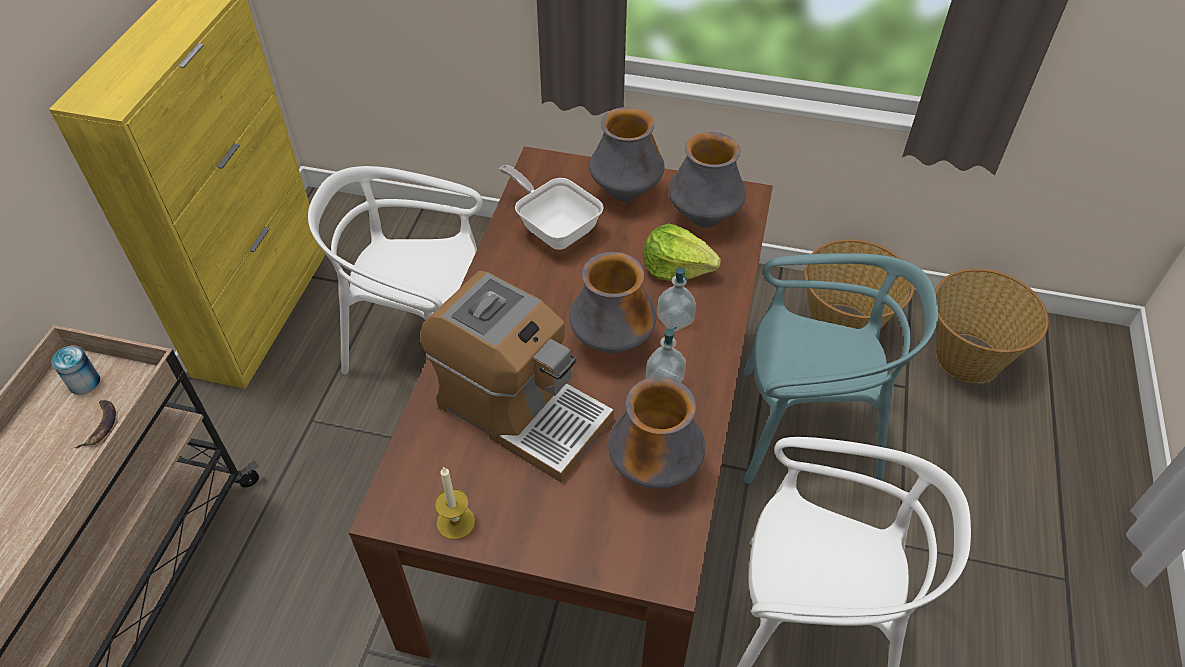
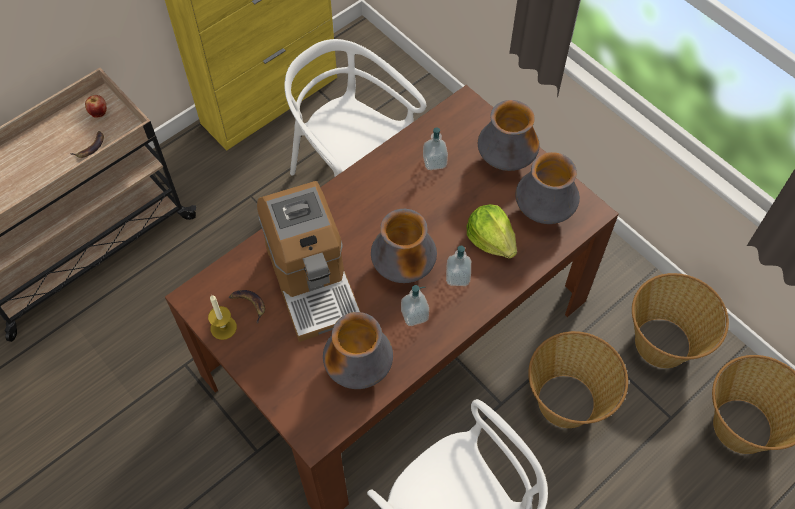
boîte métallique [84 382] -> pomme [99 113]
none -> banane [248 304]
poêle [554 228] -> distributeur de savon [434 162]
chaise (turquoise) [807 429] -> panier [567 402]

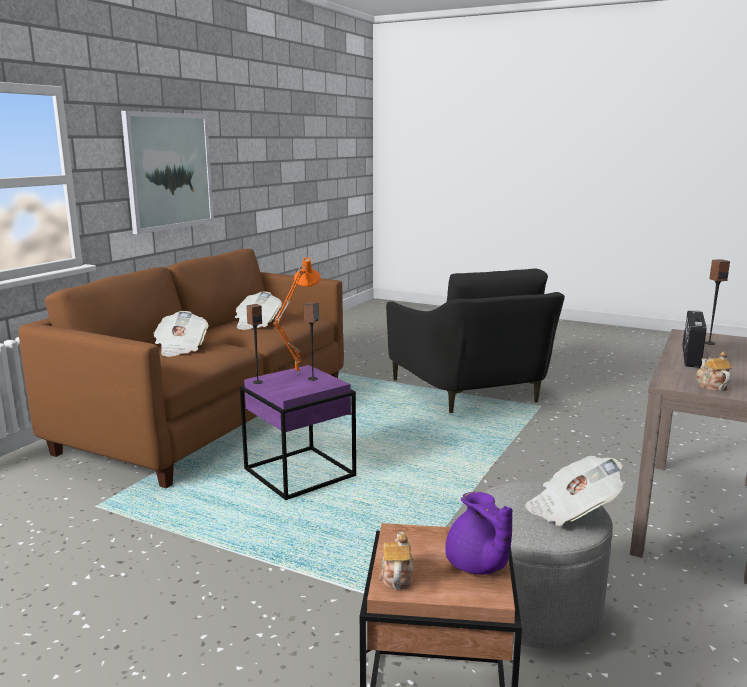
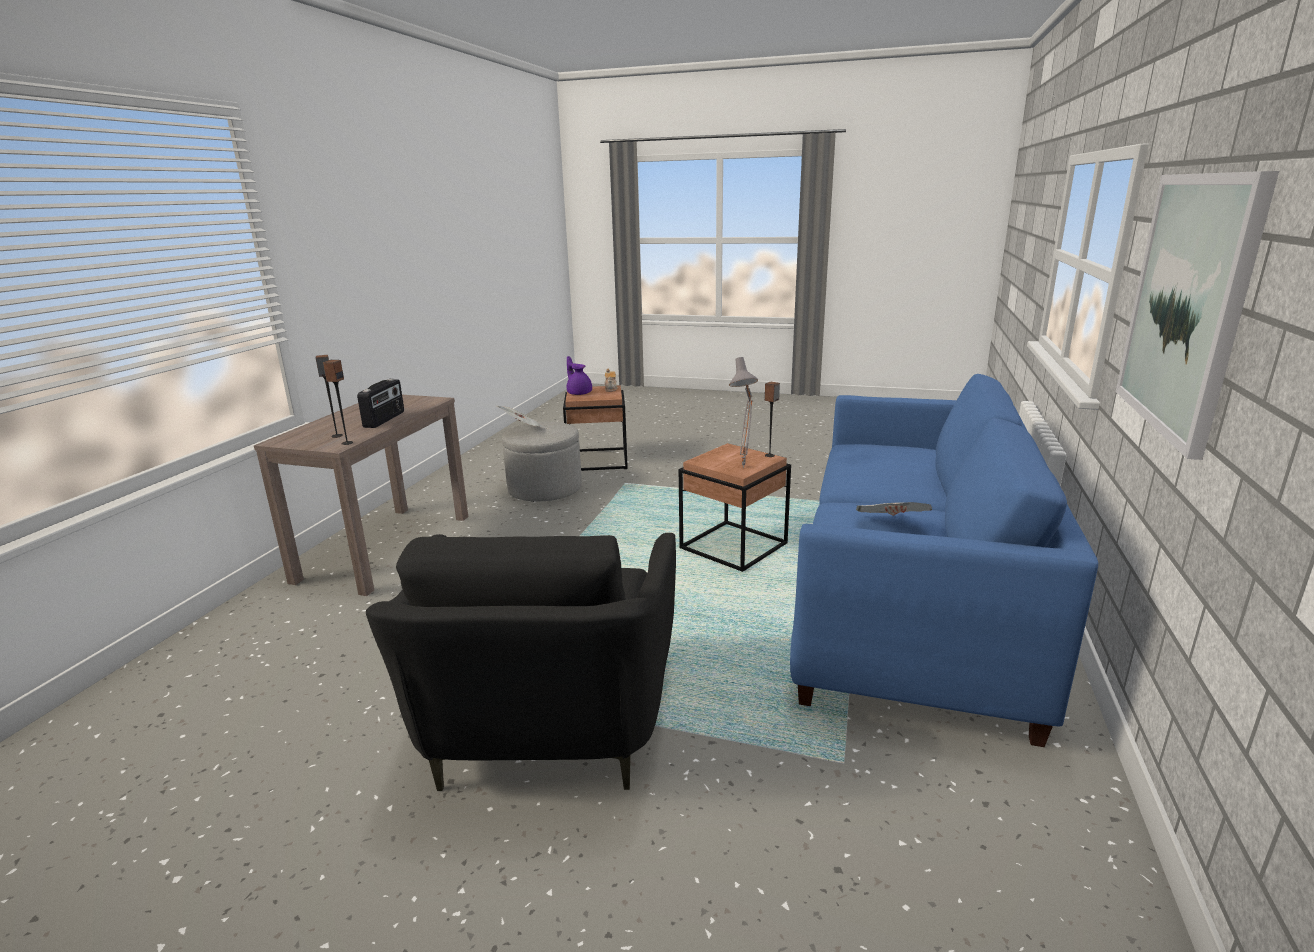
enceinte [313 379] -> enceinte [347 443], shifted
fauteuil (noir) [472 391] -> fauteuil (noir) [547 722], 150 degrees counterclockwise
table d'appoint (violet) [300 472] -> table d'appoint (marron) [733 547]
lampe de table (orange) [296 373] -> lampe de table (gris) [745 467]
canapé (marron) [211 416] -> canapé (bleu) [911 605]
journal [180 348] -> none
théière [711 386] -> none

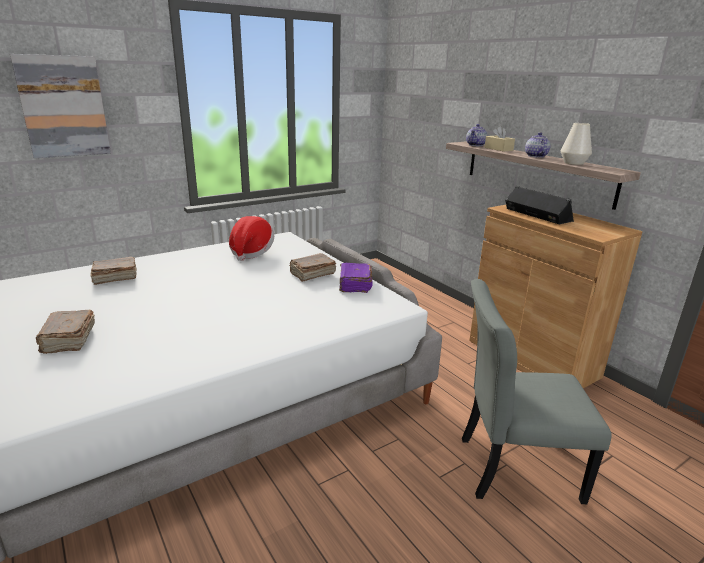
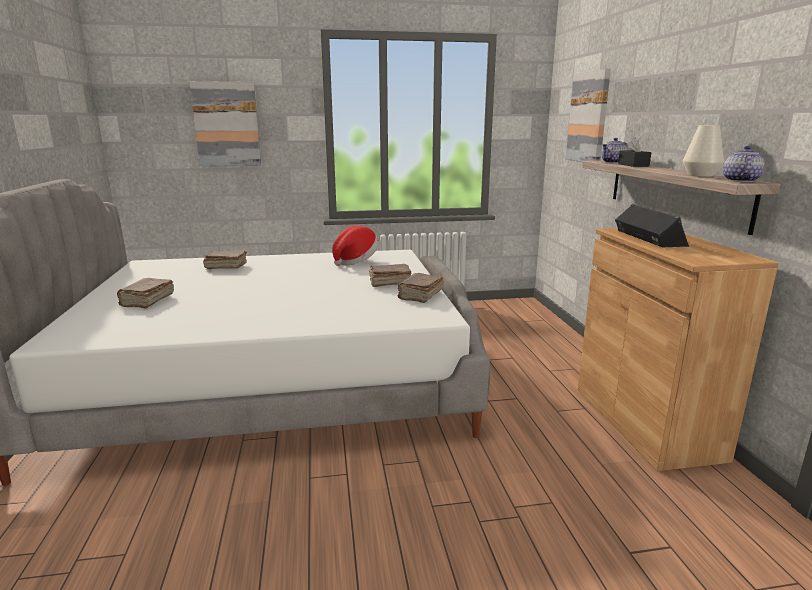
livre (violet) [354 285] -> livre (marron) [420 295]
none -> tableau [588 117]
boîte à mouchoirs (beige) [498 149] -> boîte à mouchoirs (noir) [633 165]
théière [535 156] -> théière [739 181], shifted
chaise (gris) [513 468] -> none

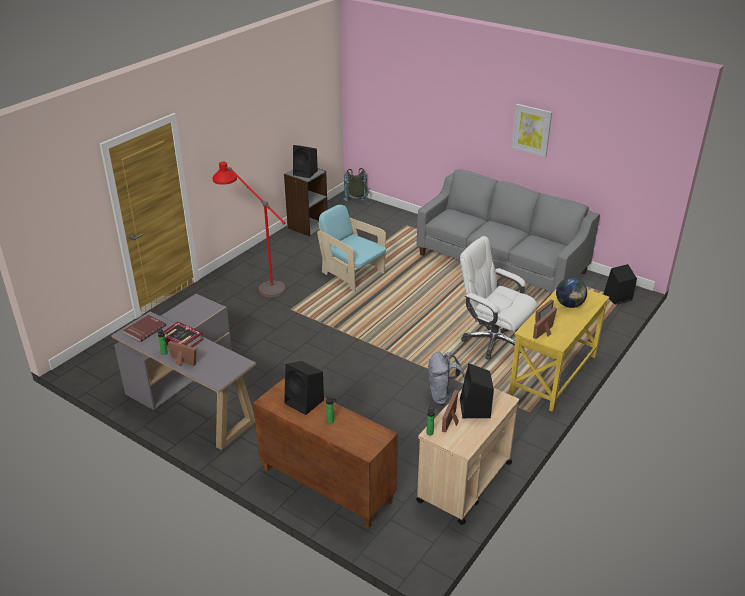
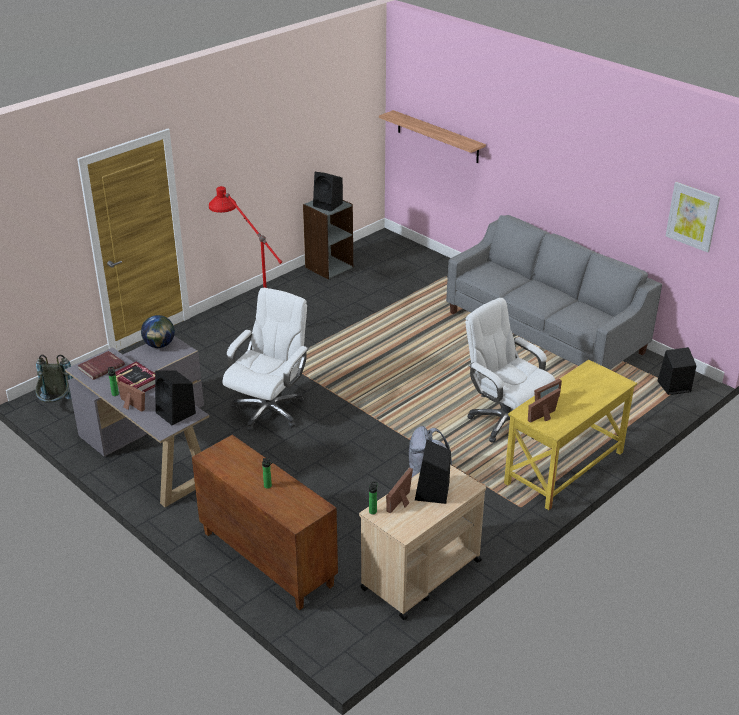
sac à dos (gris) [357 204] -> sac à dos (gris) [57 405], shifted
globe [569 305] -> globe [159 345], shifted
enceinte (noir) [305 402] -> enceinte (noir) [176 413], shifted
none -> chaise de bureau (blanc) [269 410]
none -> étagère [437 136]
tableau [531 130] -> tableau [692 216], shifted
fauteuil (turquoise) [352 274] -> none

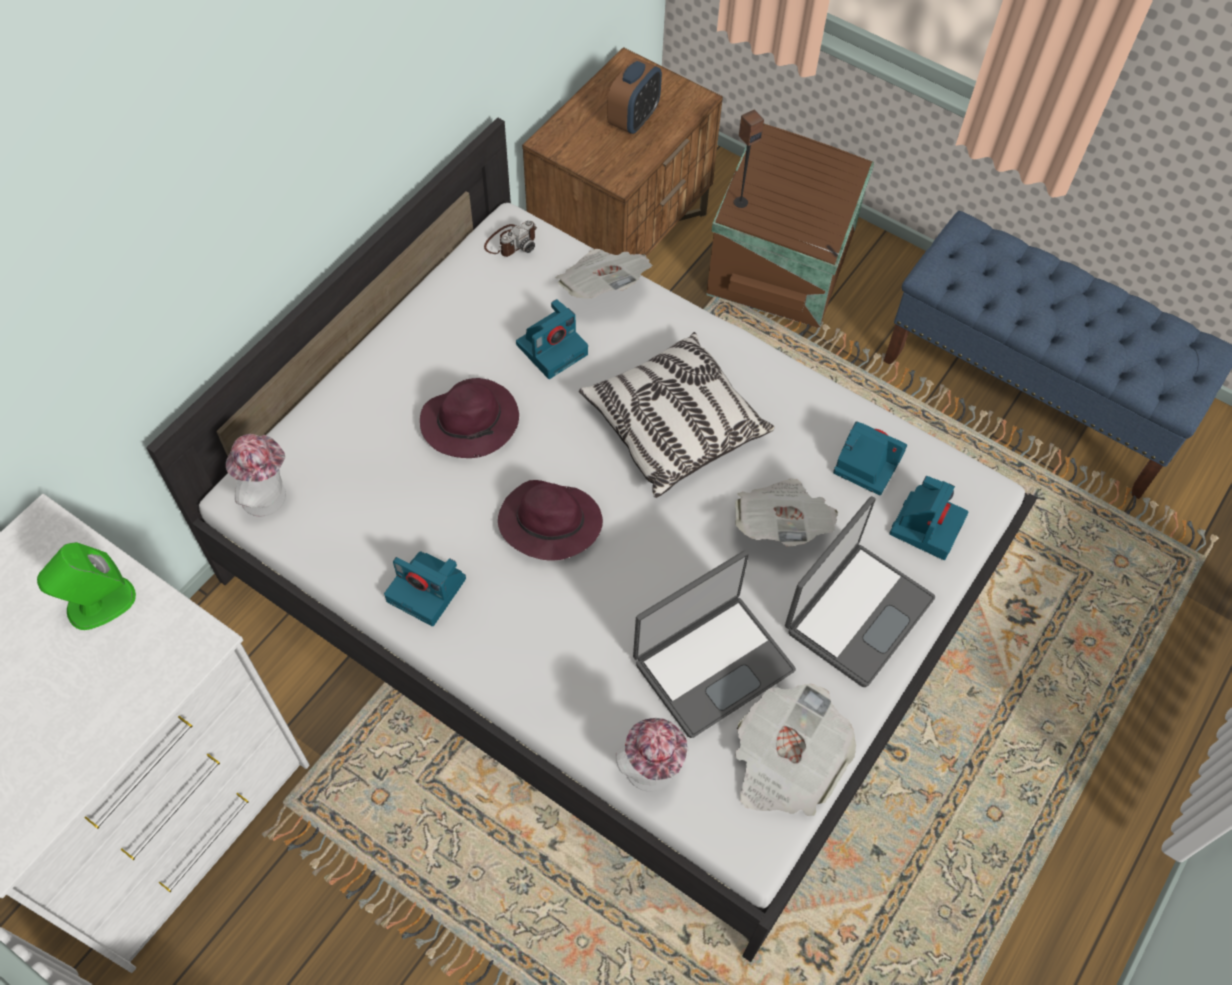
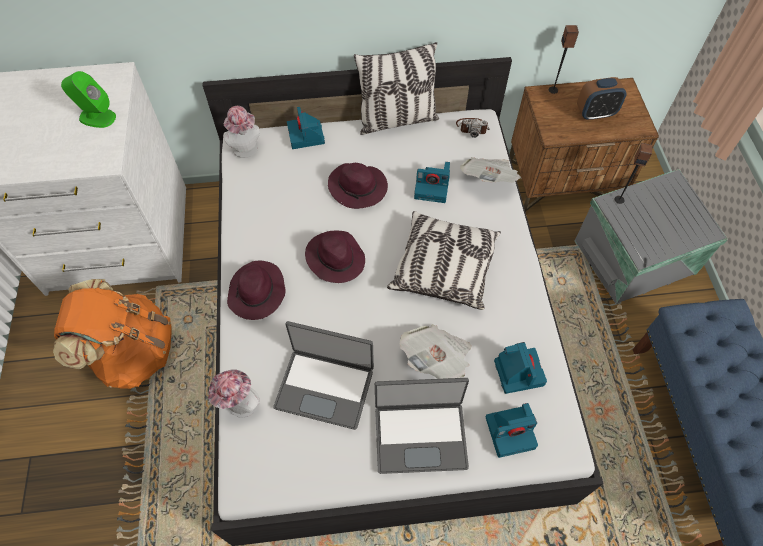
none -> sac à dos (orange) [133 352]
none -> chapeau (violet) [257 293]
appareil photo [428 590] -> appareil photo [306 136], shifted
none -> coussin [397 120]
none -> enceinte [553 90]
boîte de rangement (marron) [785 260] -> boîte de rangement (gris) [636 258]
journal [785 763] -> none

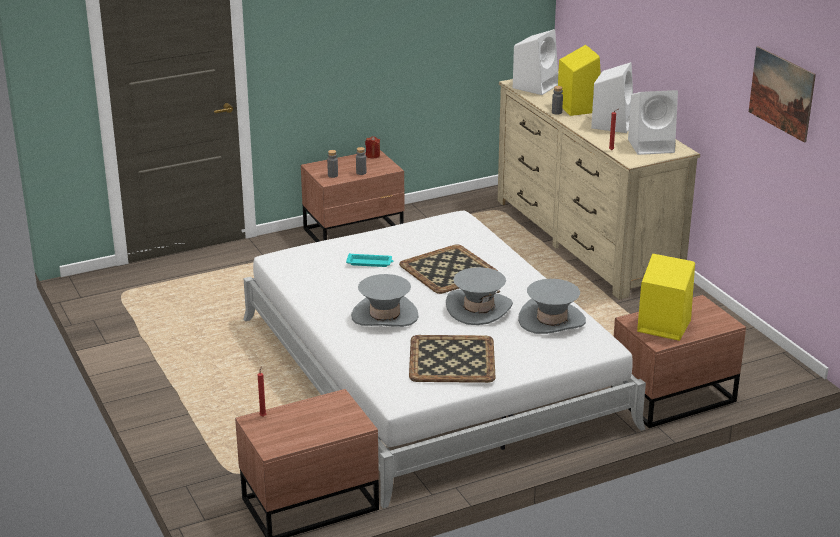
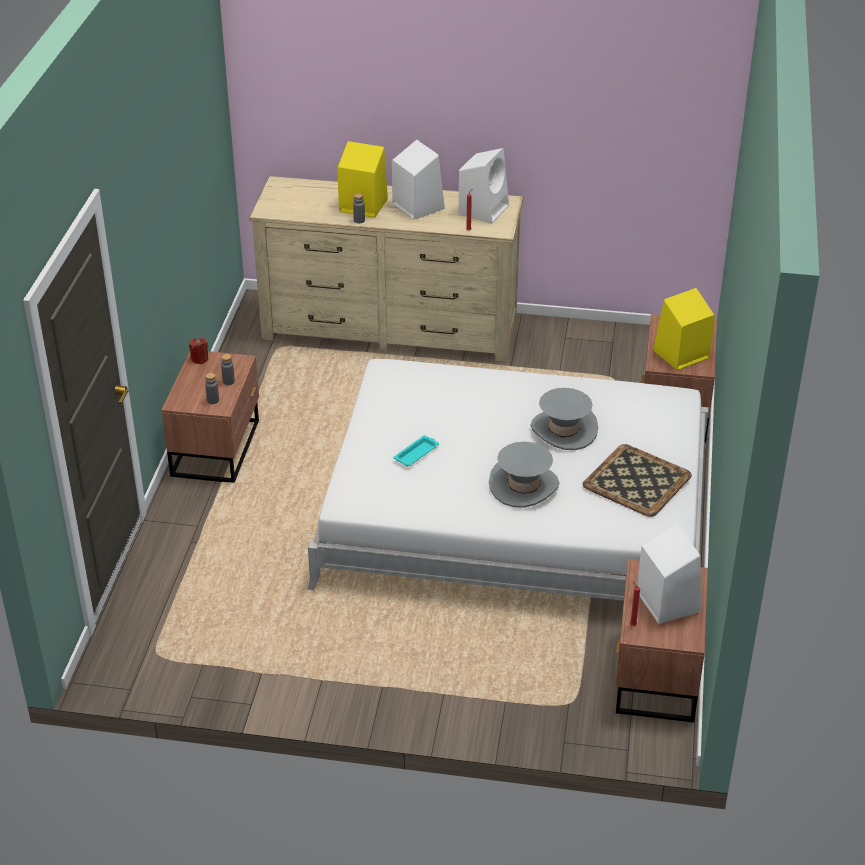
enceinte (blanc) [535 86] -> enceinte (blanc) [667 601], shifted
plateau [448 270] -> none
chapeau (gris) [552 320] -> none
tableau [781 93] -> none

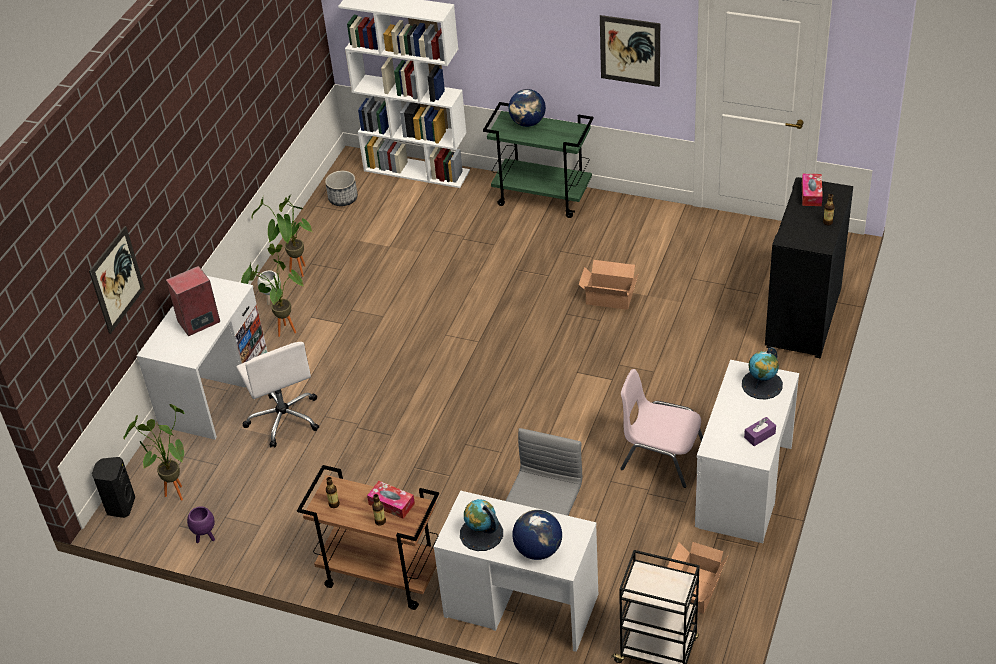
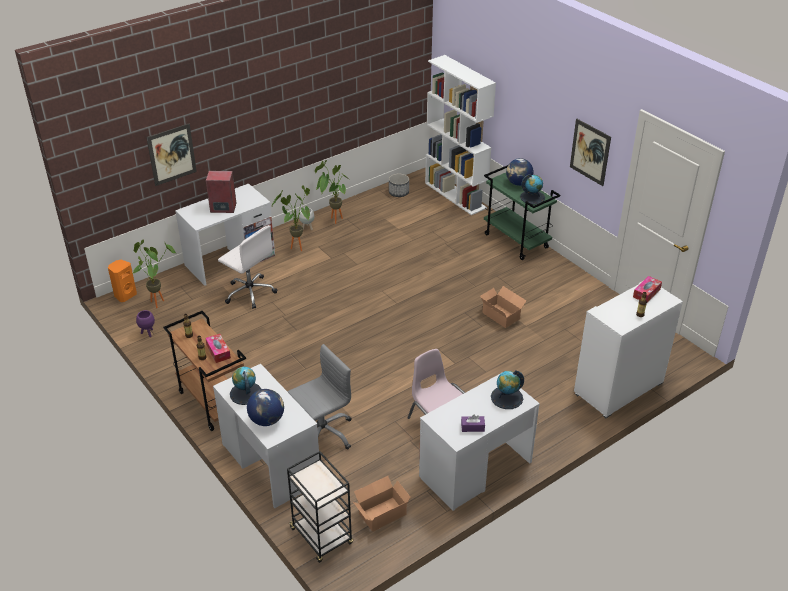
enceinte (noir) [120 506] -> enceinte (orange) [125 295]
chaise de bureau (blanc) [284 418] -> chaise de bureau (blanc) [249 292], 60 degrees counterclockwise
none -> globe [532 197]
meuble de rangement (noir) [804 318] -> meuble de rangement (blanc) [619 388]

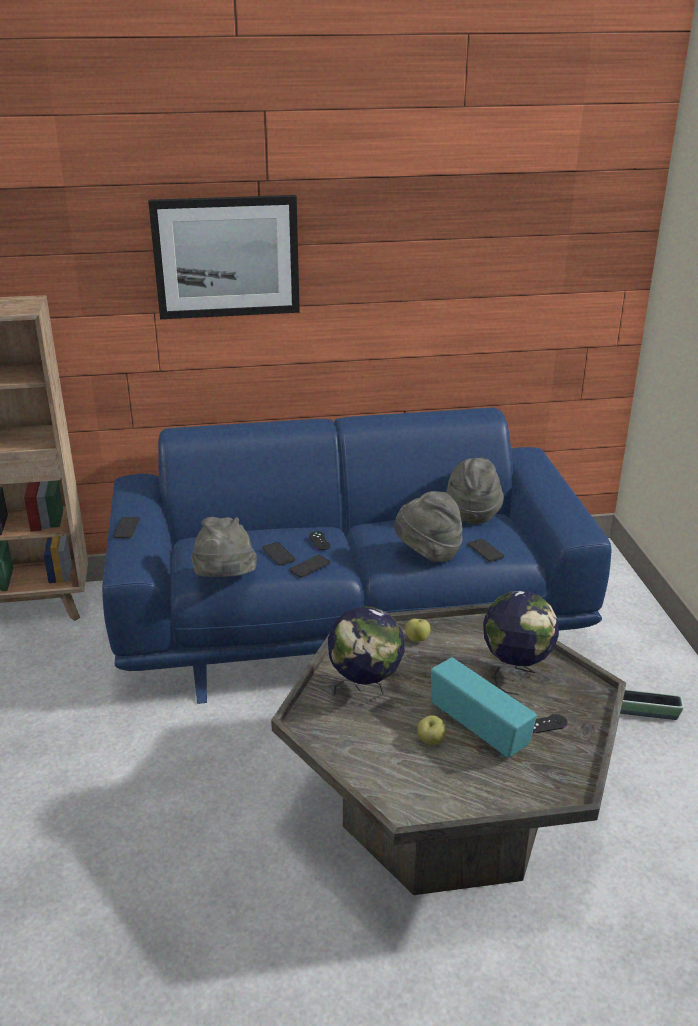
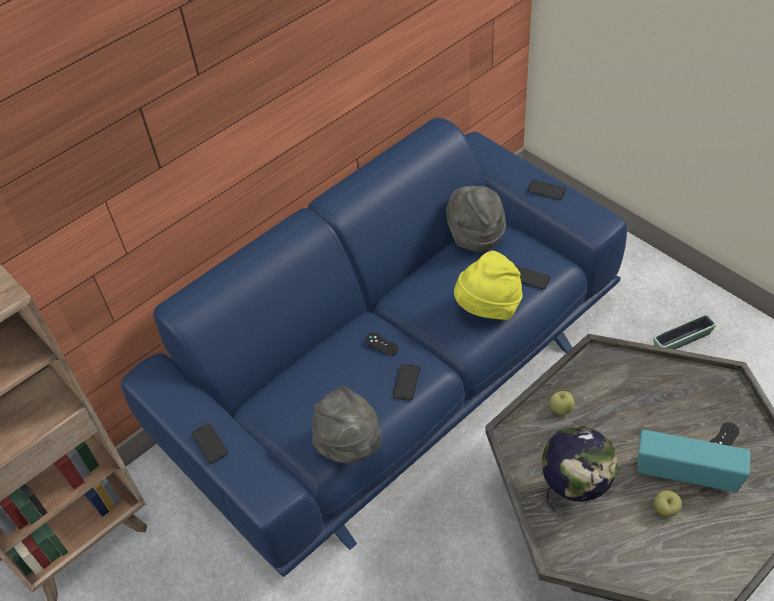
chapeau (gris) [428 553] -> chapeau (jaune) [488 308]
téléphone [278 554] -> téléphone [546 190], shifted
tableau [226 257] -> none
globe [515 674] -> none

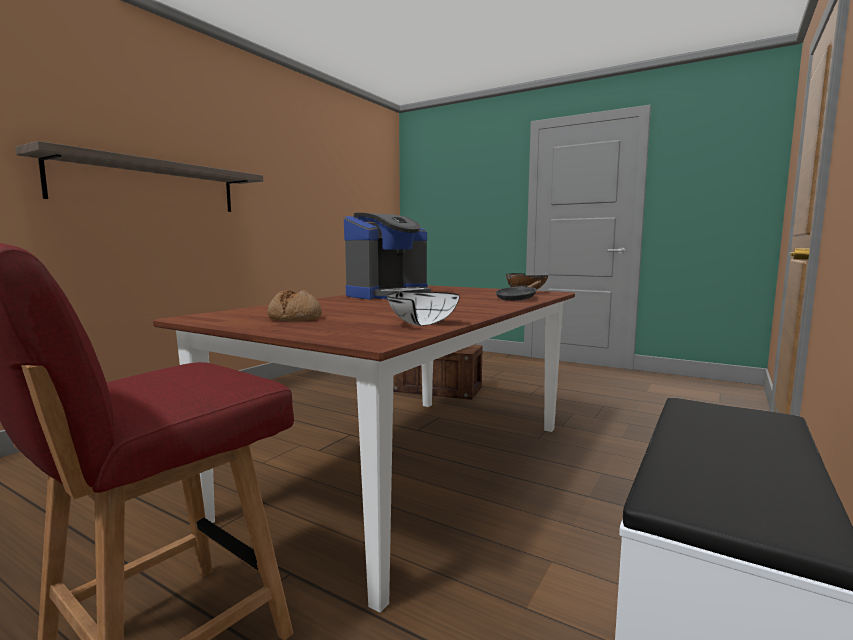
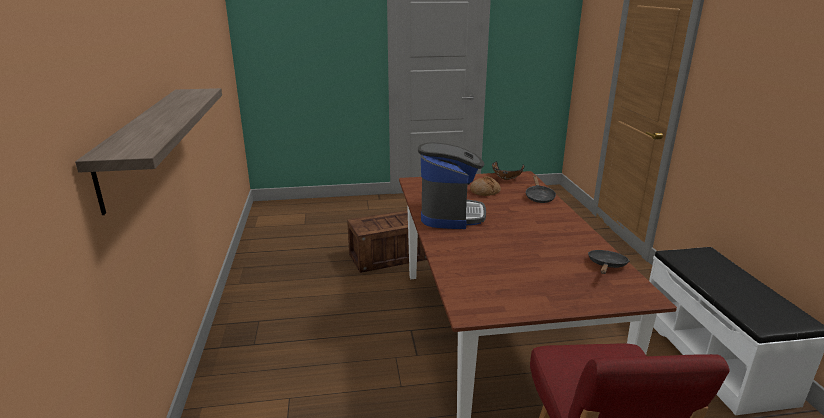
pain [295 318] -> pain [485 191], shifted
bol (blanc) [417 324] -> poêle (noir) [606 266]

